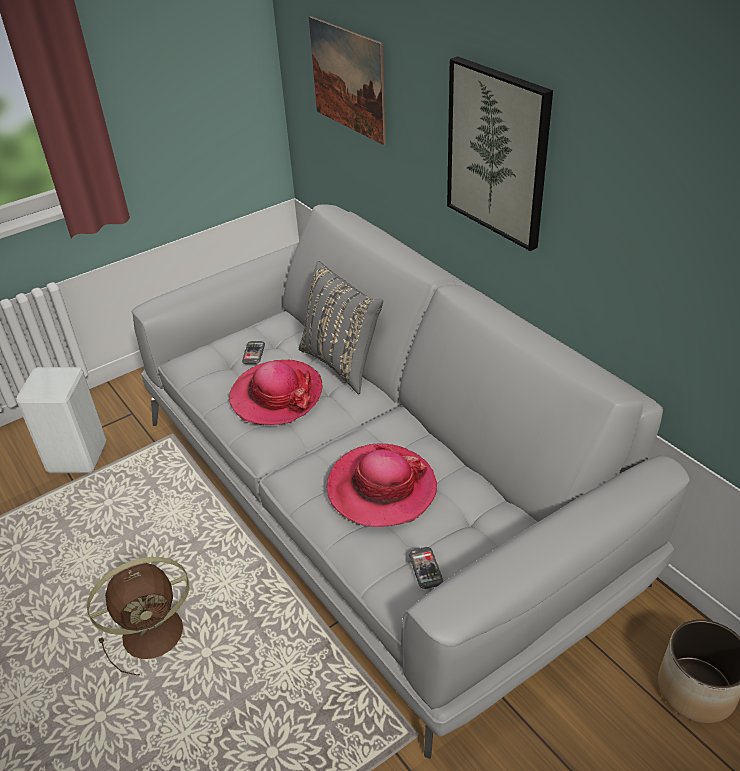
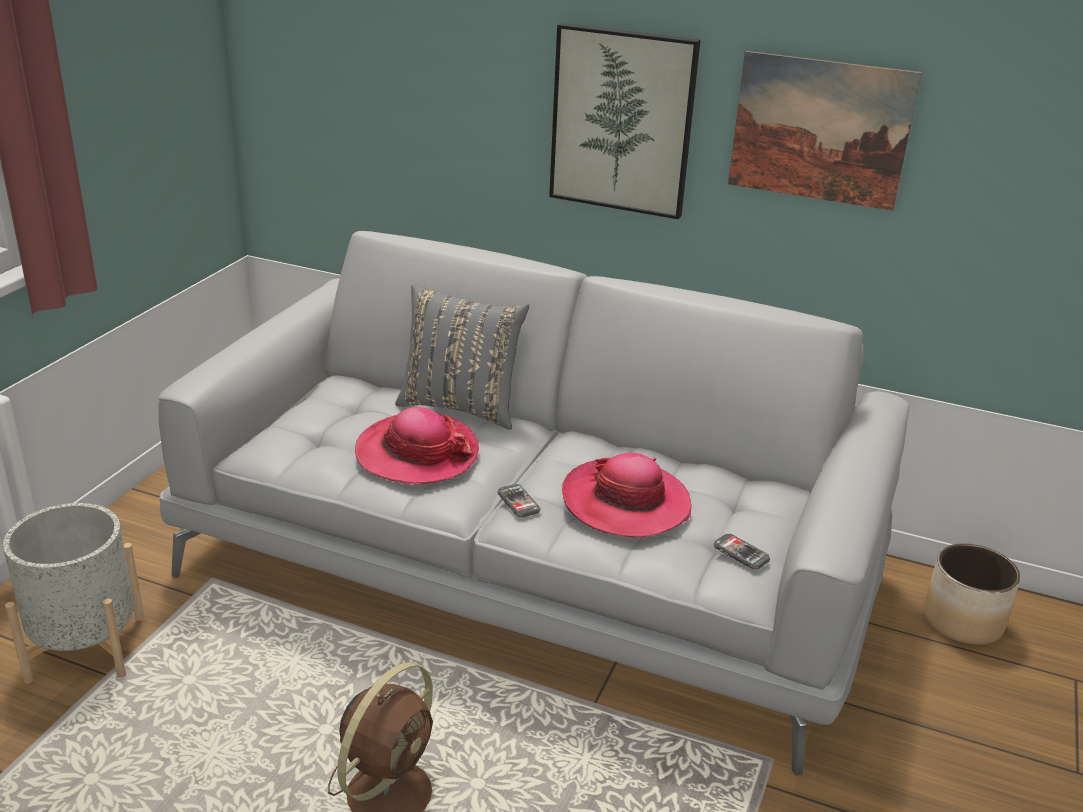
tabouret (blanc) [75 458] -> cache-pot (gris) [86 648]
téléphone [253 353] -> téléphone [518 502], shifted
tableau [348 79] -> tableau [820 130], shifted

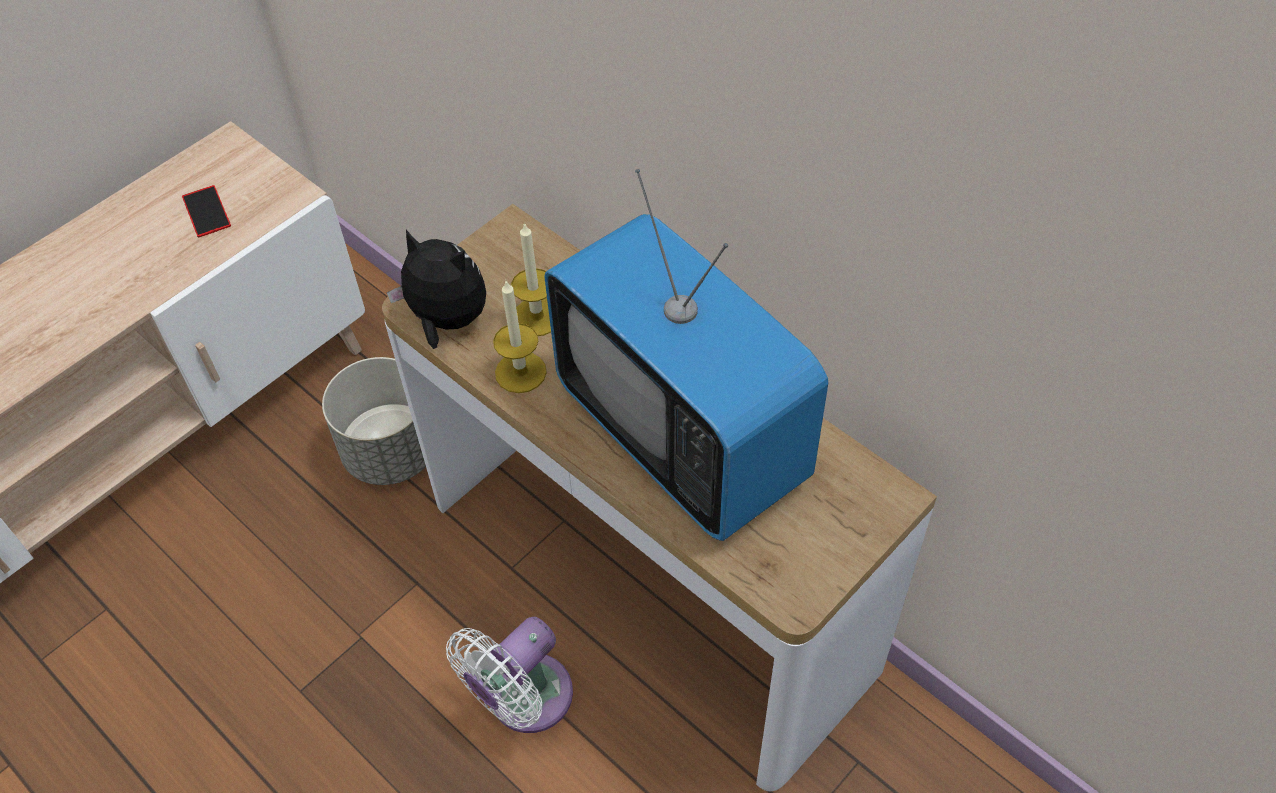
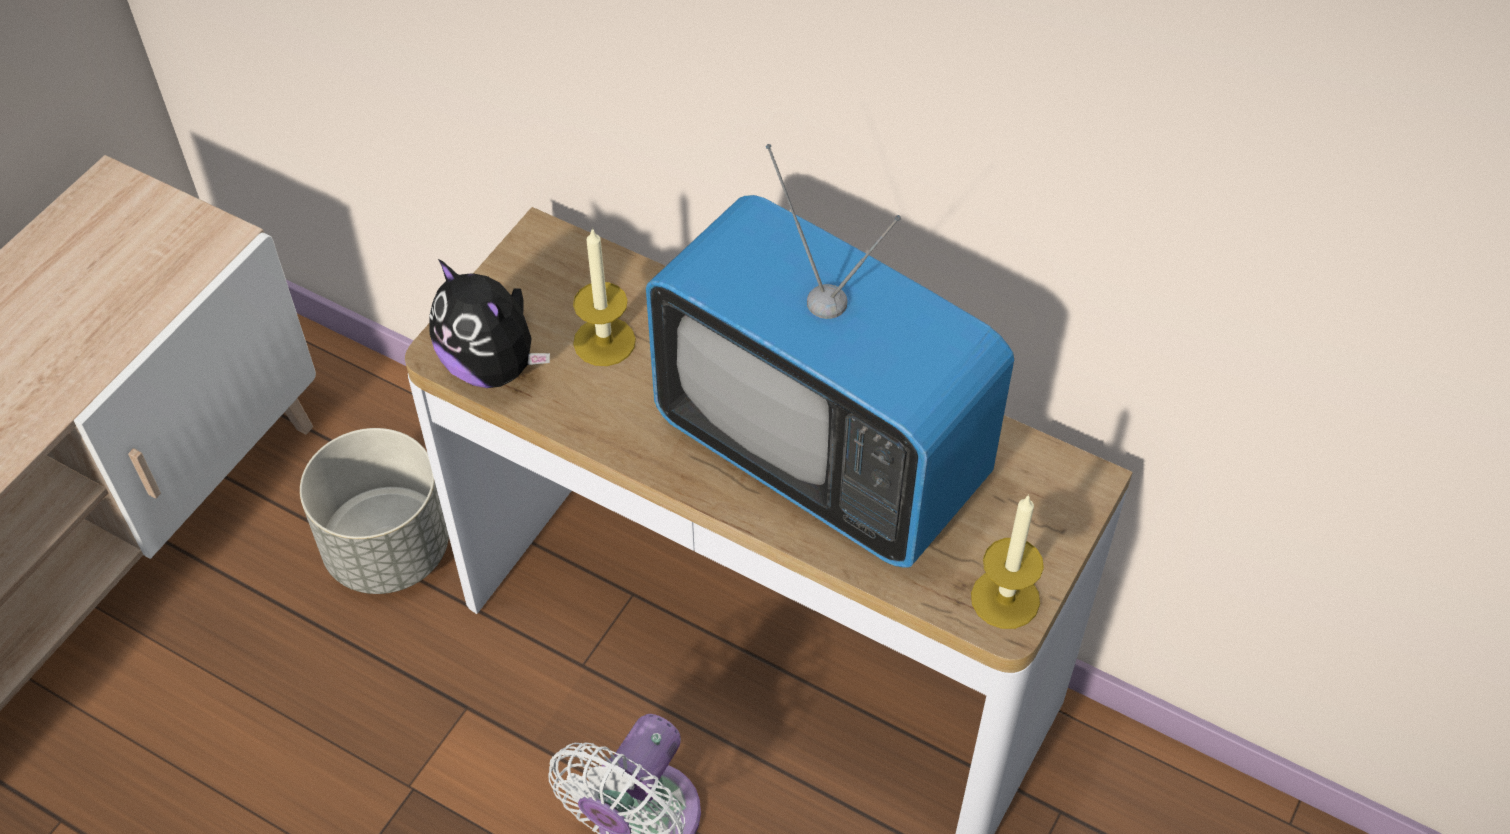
peluche [446 321] -> peluche [493 365], 150 degrees counterclockwise
bougie [520 372] -> bougie [1005 598], shifted
téléphone [206 211] -> none

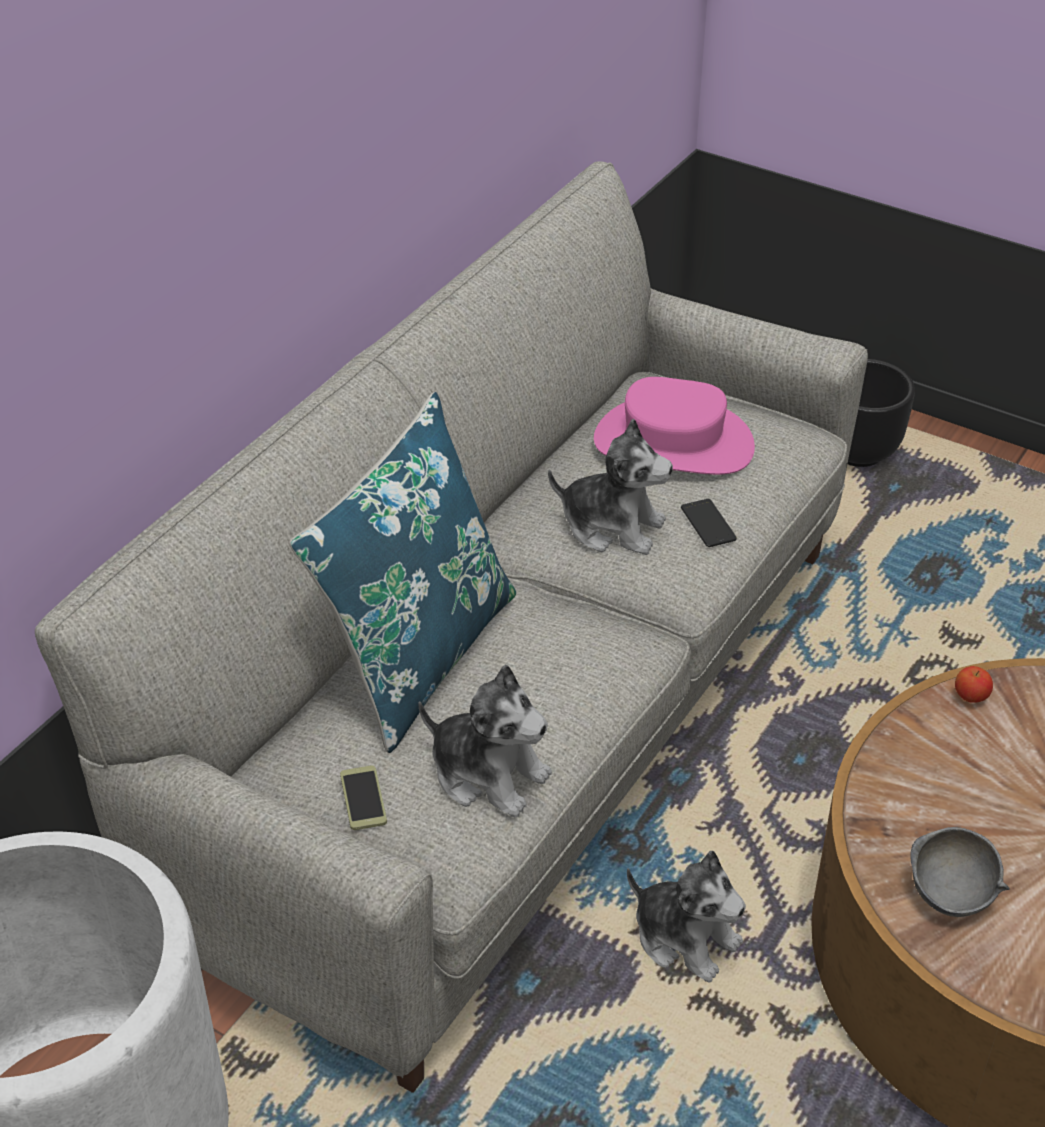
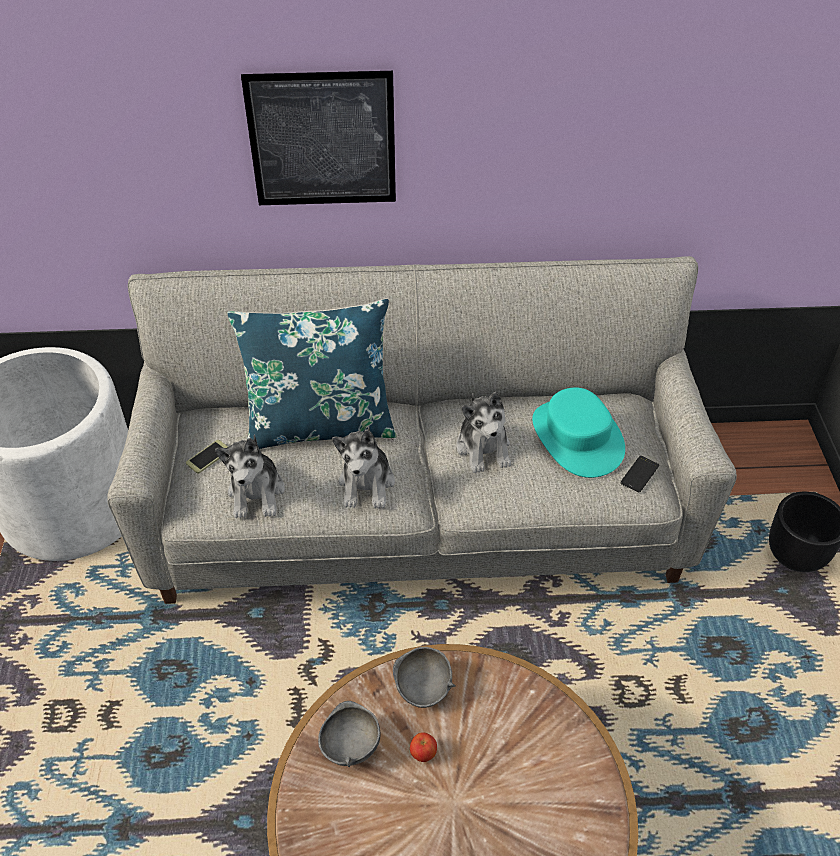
none -> tableau [322 140]
peluche [685 938] -> peluche [367 484], shifted
none -> bol (gris) [423 689]
pomme [970 697] -> pomme [423 753], shifted
chapeau (rose) [673 443] -> chapeau (turquoise) [576 437]
téléphone [708 523] -> téléphone [639 474], shifted

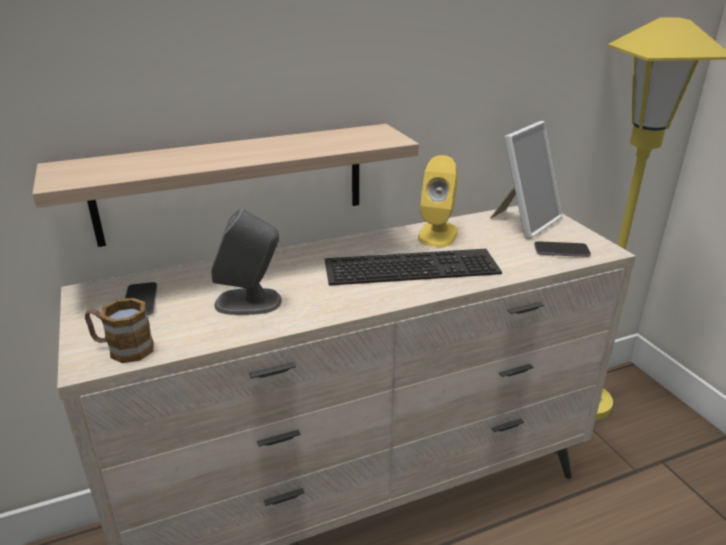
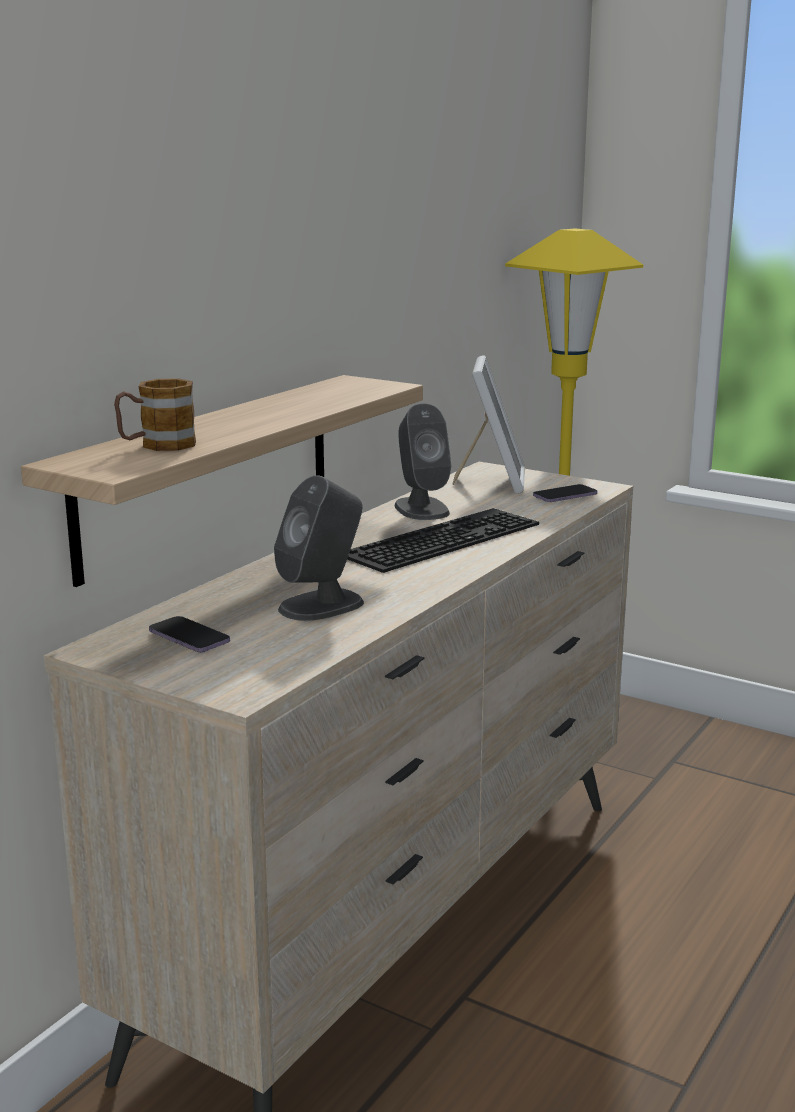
mug [123 349] -> mug [157 445], shifted
enceinte (jaune) [438 234] -> enceinte (gris) [421 509]

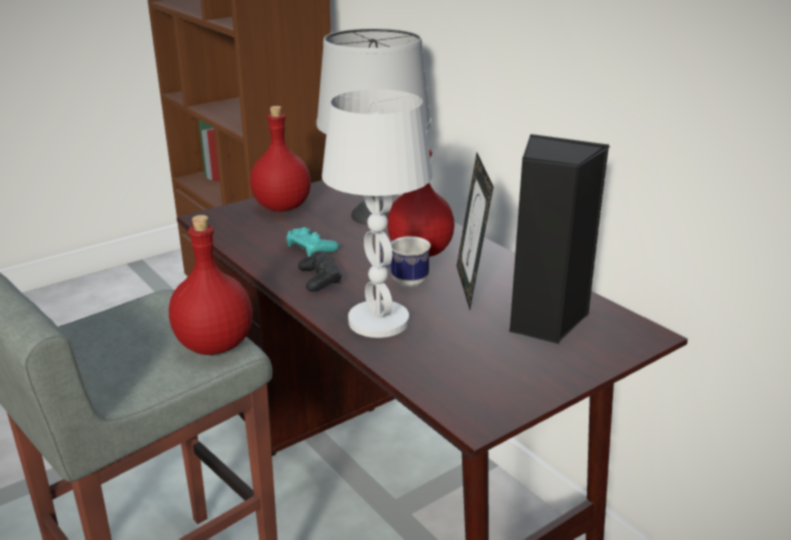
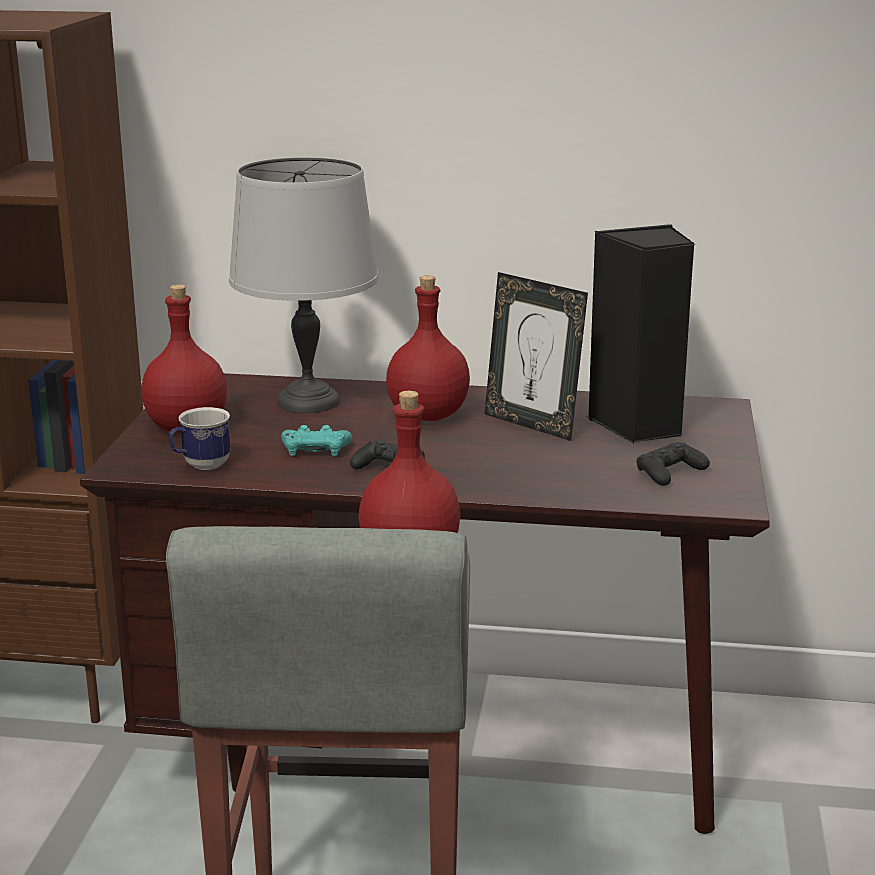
mug [403 281] -> mug [200 466], shifted
none -> manette (noir) [670 472]
lampe de table (blanc) [379 321] -> none

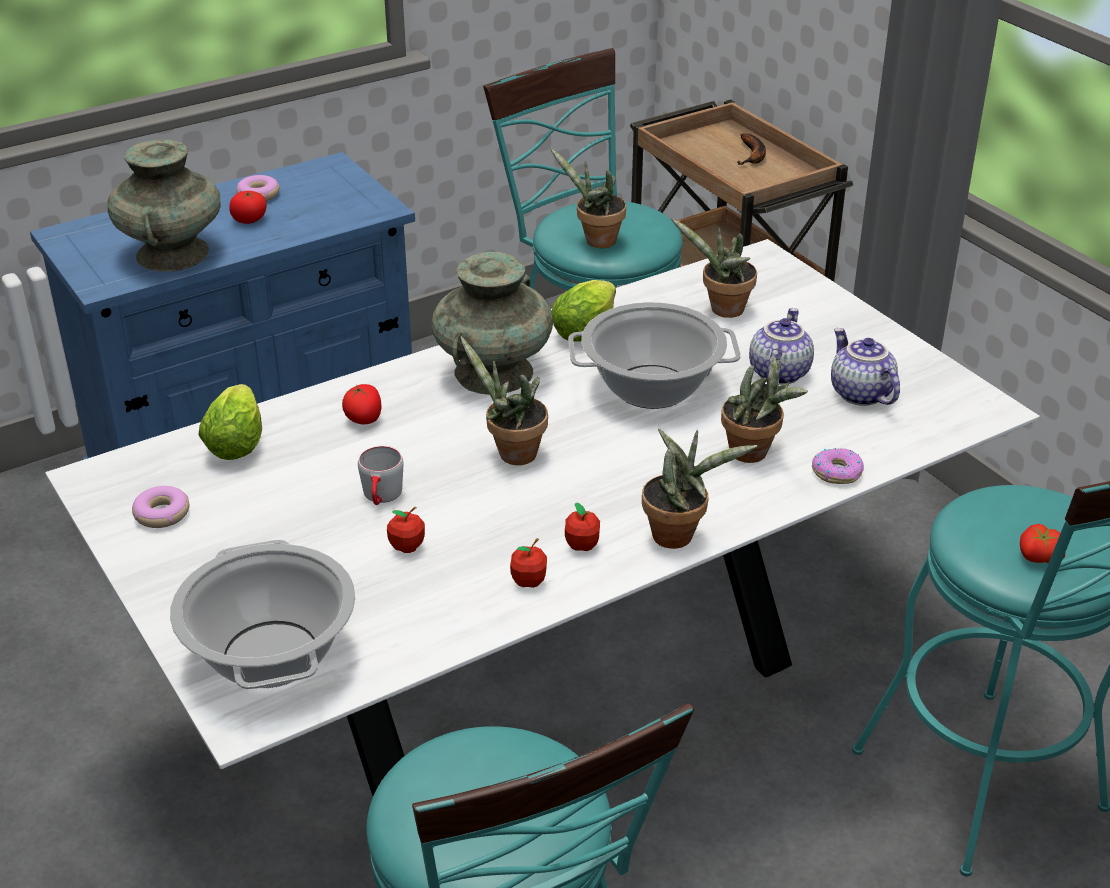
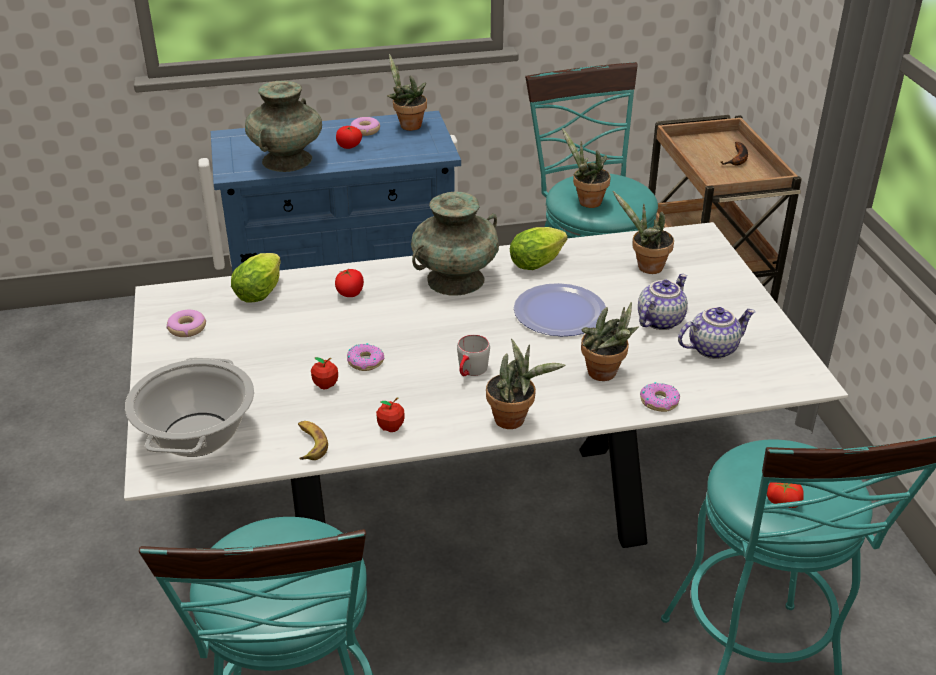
none -> banane [309 444]
none -> beignet [365 362]
plante en pot [511 454] -> plante en pot [407 125], shifted
mug (gris) [381 497] -> mug (gris) [470 372], shifted
marmite [651 388] -> assiette [559 312]
théière [859 394] -> théière [712 348], 75 degrees clockwise
pomme [582 545] -> none

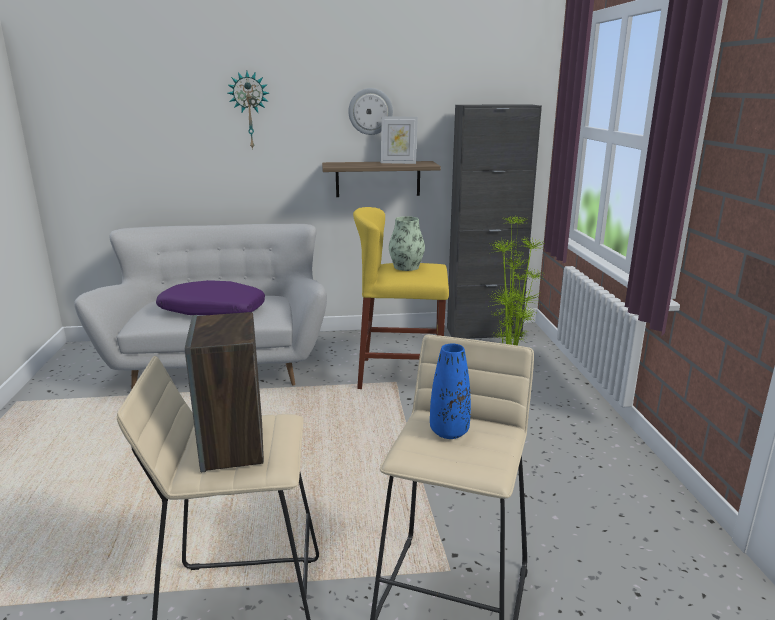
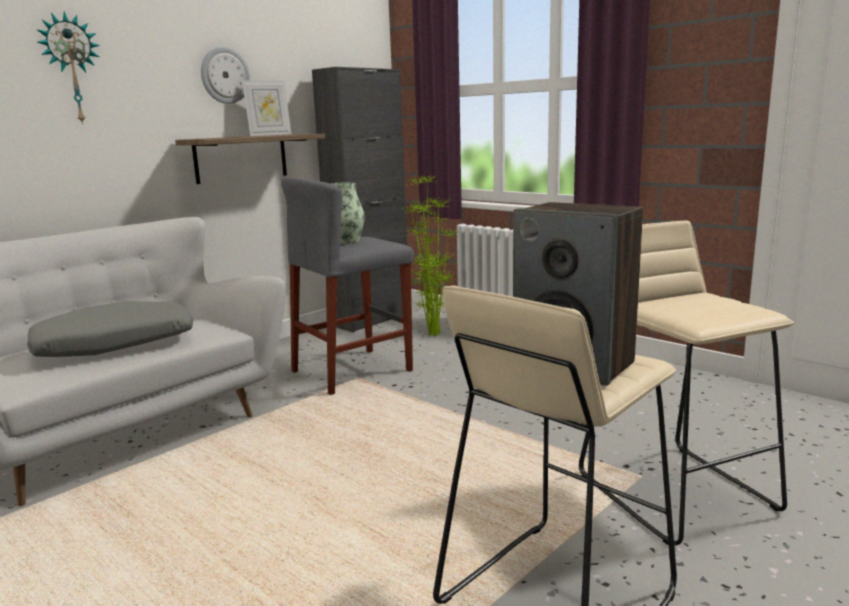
coussin (violet) [212 311] -> coussin (gris) [115 346]
tabouret (jaune) [401 374] -> tabouret (gris) [352 371]
vase (bleu) [449 432] -> none

